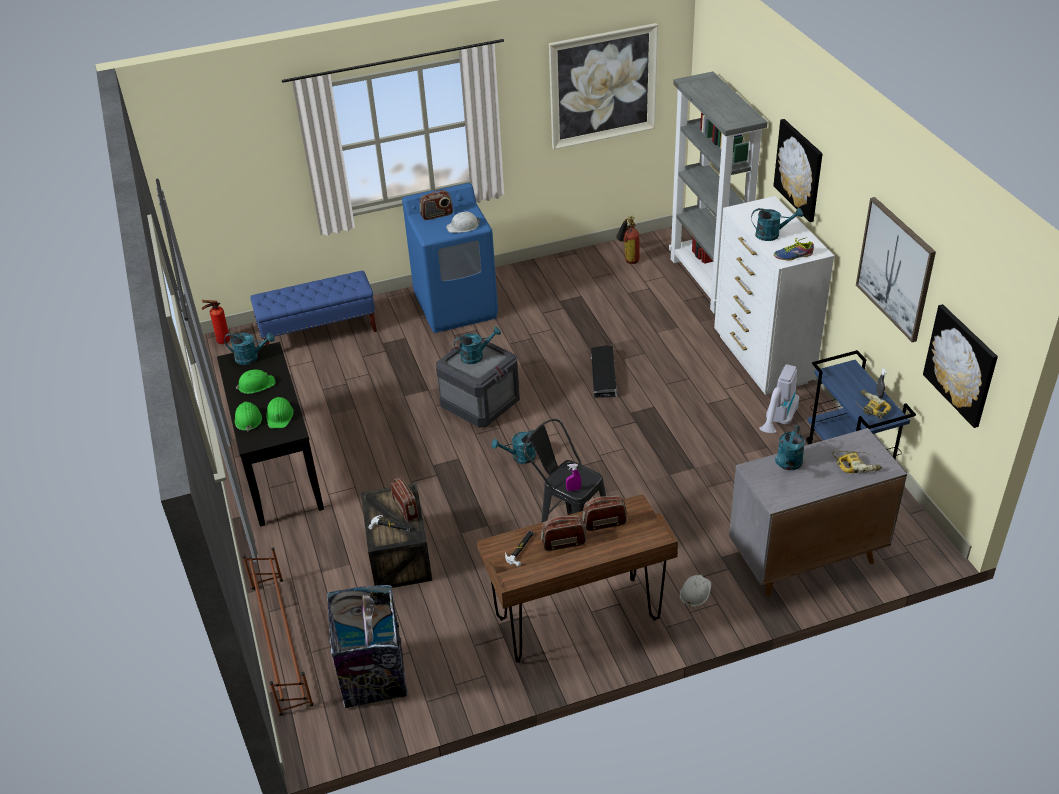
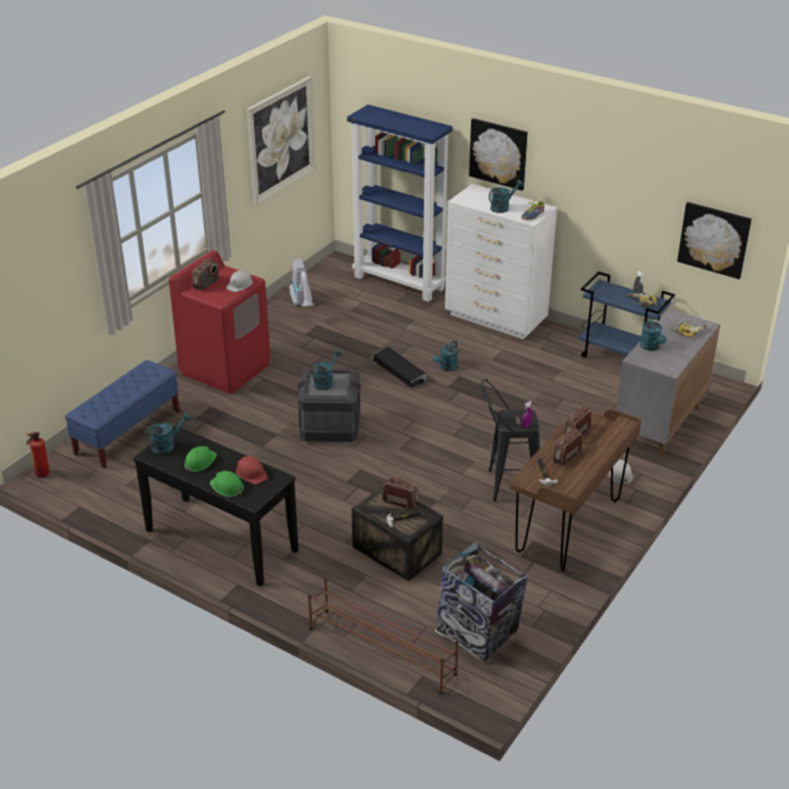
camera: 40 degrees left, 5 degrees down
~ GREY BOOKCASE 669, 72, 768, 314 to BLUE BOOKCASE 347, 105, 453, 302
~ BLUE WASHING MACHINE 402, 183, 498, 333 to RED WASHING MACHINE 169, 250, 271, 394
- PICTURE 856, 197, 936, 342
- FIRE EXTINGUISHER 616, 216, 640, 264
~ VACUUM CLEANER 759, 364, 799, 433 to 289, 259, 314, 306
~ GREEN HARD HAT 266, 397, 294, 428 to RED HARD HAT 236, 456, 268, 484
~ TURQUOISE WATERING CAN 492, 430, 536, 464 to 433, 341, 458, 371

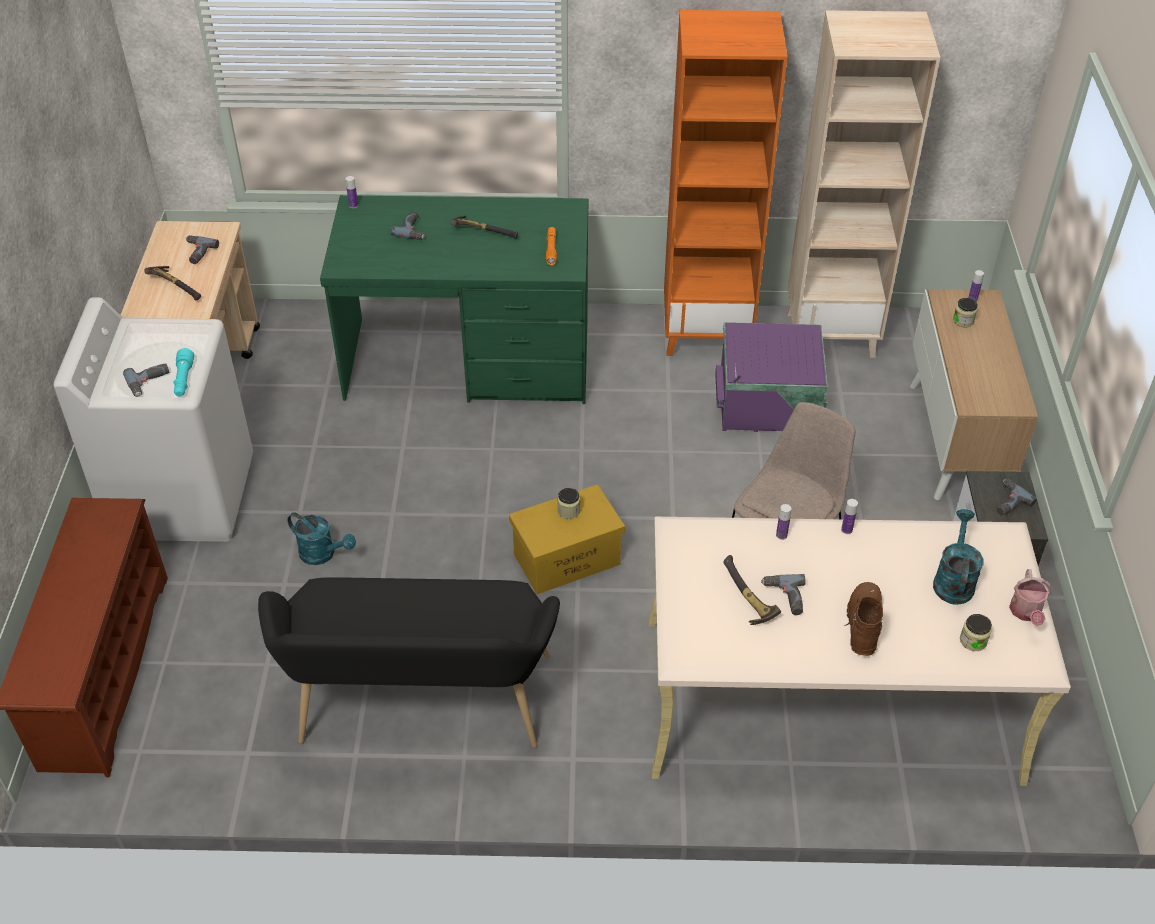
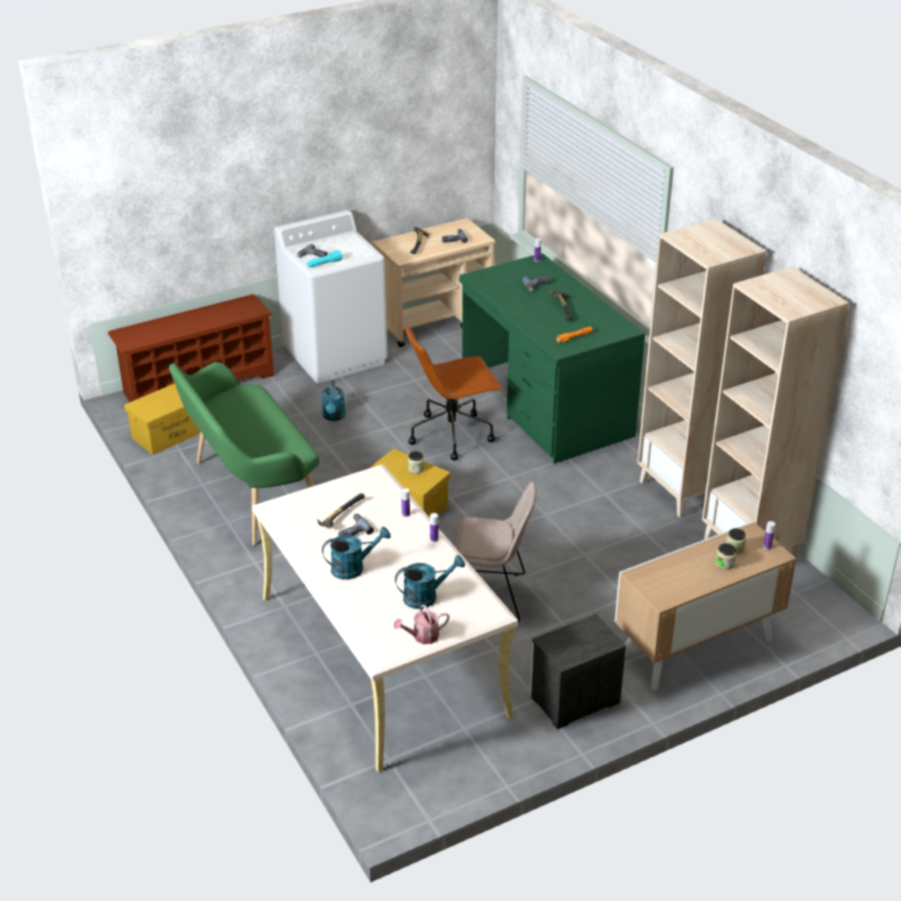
camera: 60 degrees right, 10 degrees down
~ ORANGE BOOKCASE 664, 10, 788, 356 to BEIGE BOOKCASE 637, 219, 767, 518
- PURPLE STORAGE BOX 715, 322, 828, 432
- POWER DRILL 997, 479, 1037, 516
~ BLACK BENCH 258, 577, 560, 748 to GREEN BENCH 169, 362, 319, 545
~ BROWN BOOT 844, 582, 883, 656 to TURQUOISE WATERING CAN 322, 527, 391, 580
~ JAR 960, 614, 992, 651 to 716, 543, 736, 570
+ BROWN OFFICE CHAIR 405, 326, 503, 461
+ YELLOW STORAGE BOX 124, 383, 201, 455

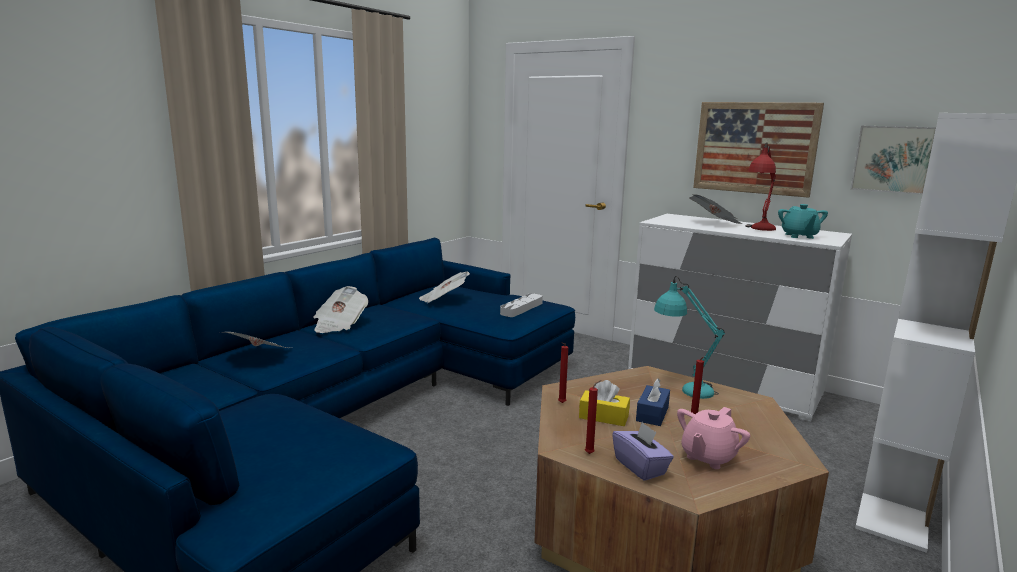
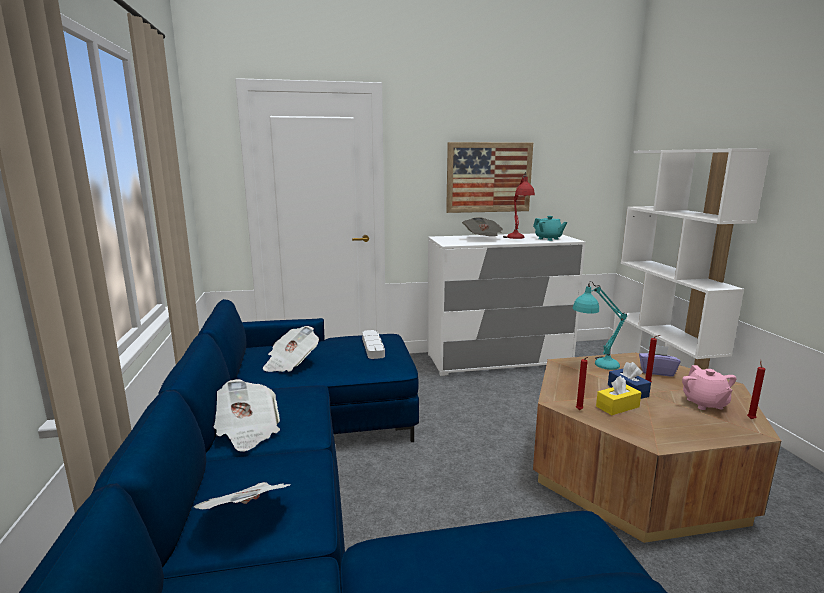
camera: 45 degrees left, 0 degrees up
- PICTURE 850, 126, 936, 195
~ RED CANDLE 585, 380, 601, 454 to 747, 360, 765, 419
~ PURPLE TISSUE BOX 612, 422, 674, 481 to 639, 346, 680, 376

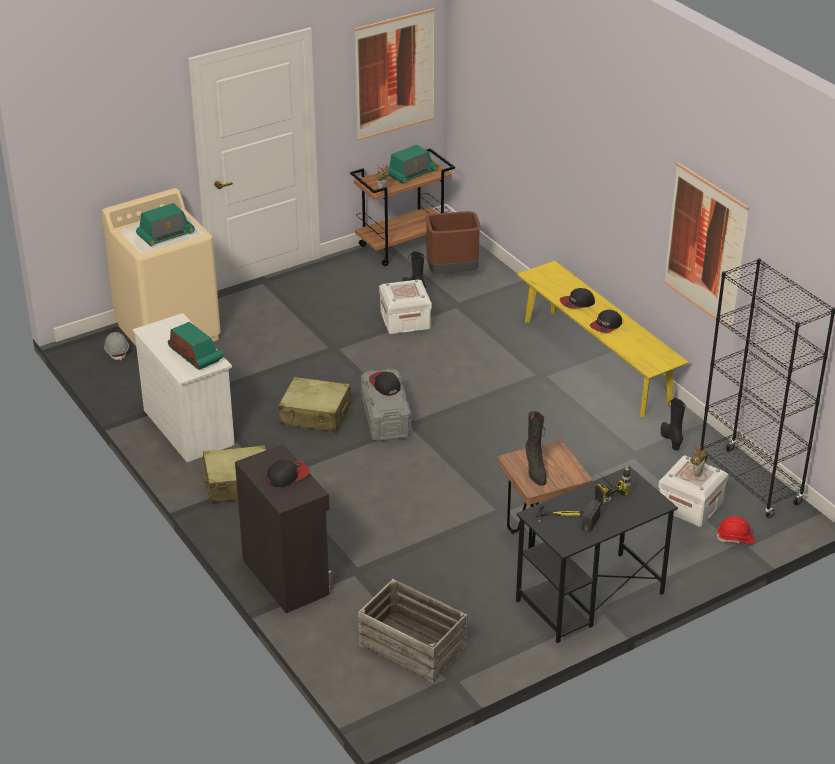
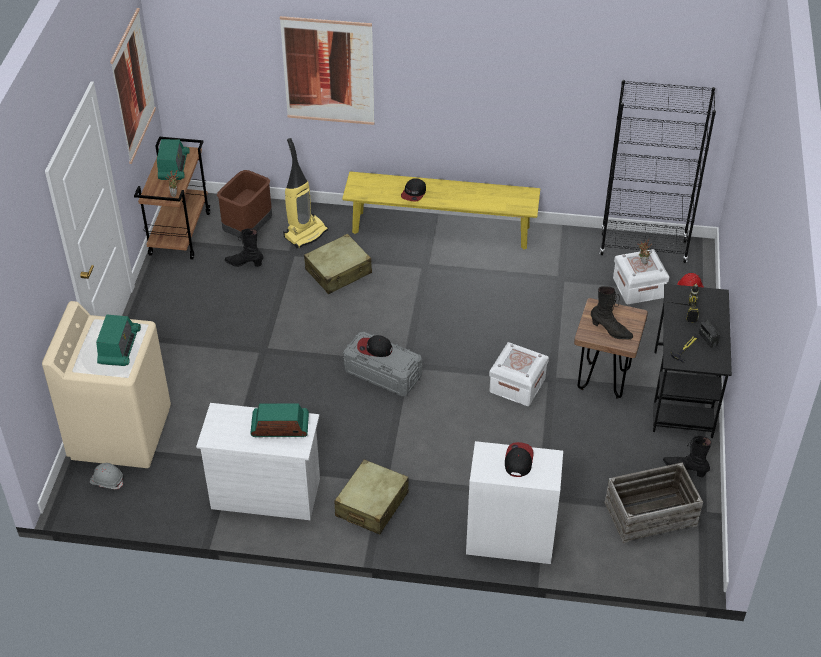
camera: 50 degrees left, 10 degrees up
~ PICTURE 664, 162, 749, 331 to 280, 16, 374, 125
~ WHITE STORAGE BOX 379, 280, 432, 334 to 489, 342, 549, 406
- CAP 590, 310, 622, 333
~ BEIGE SUITCASE 278, 377, 352, 432 to 304, 234, 372, 294
~ BLACK BOOT 661, 398, 685, 450 to 663, 436, 712, 477
~ BLACK CABINET 235, 444, 333, 613 to WHITE CABINET 466, 441, 563, 564
+ VACUUM CLEANER 283, 138, 328, 248

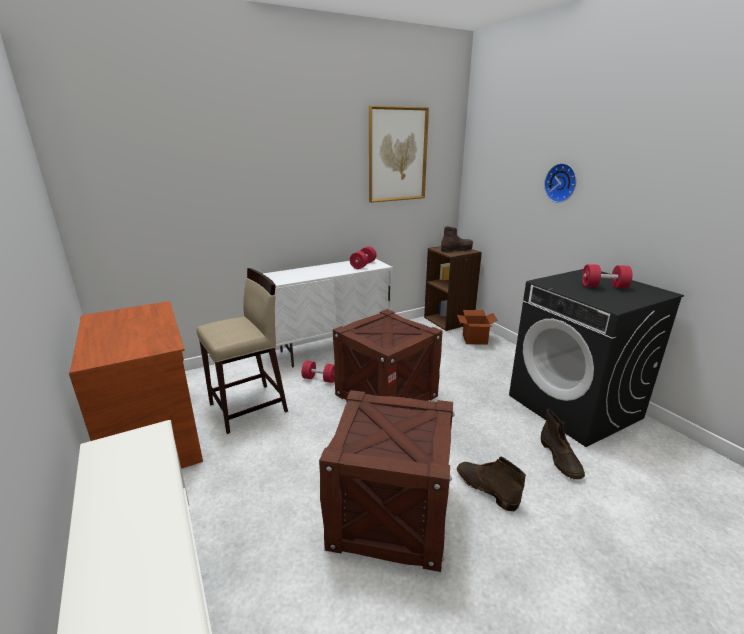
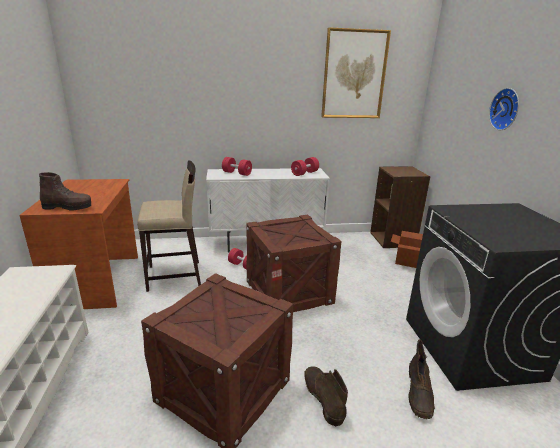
camera: 20 degrees right, 0 degrees up
~ BROWN BOOT 441, 226, 473, 253 to 39, 172, 91, 211
~ RED DUMBBELL 582, 264, 632, 288 to 222, 157, 252, 176

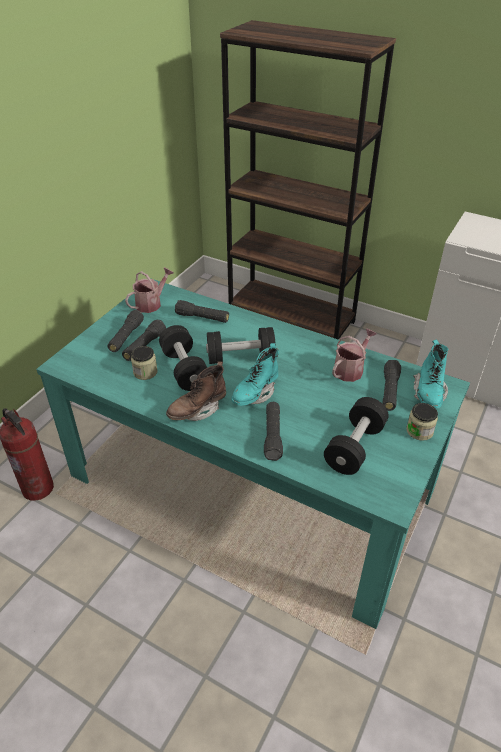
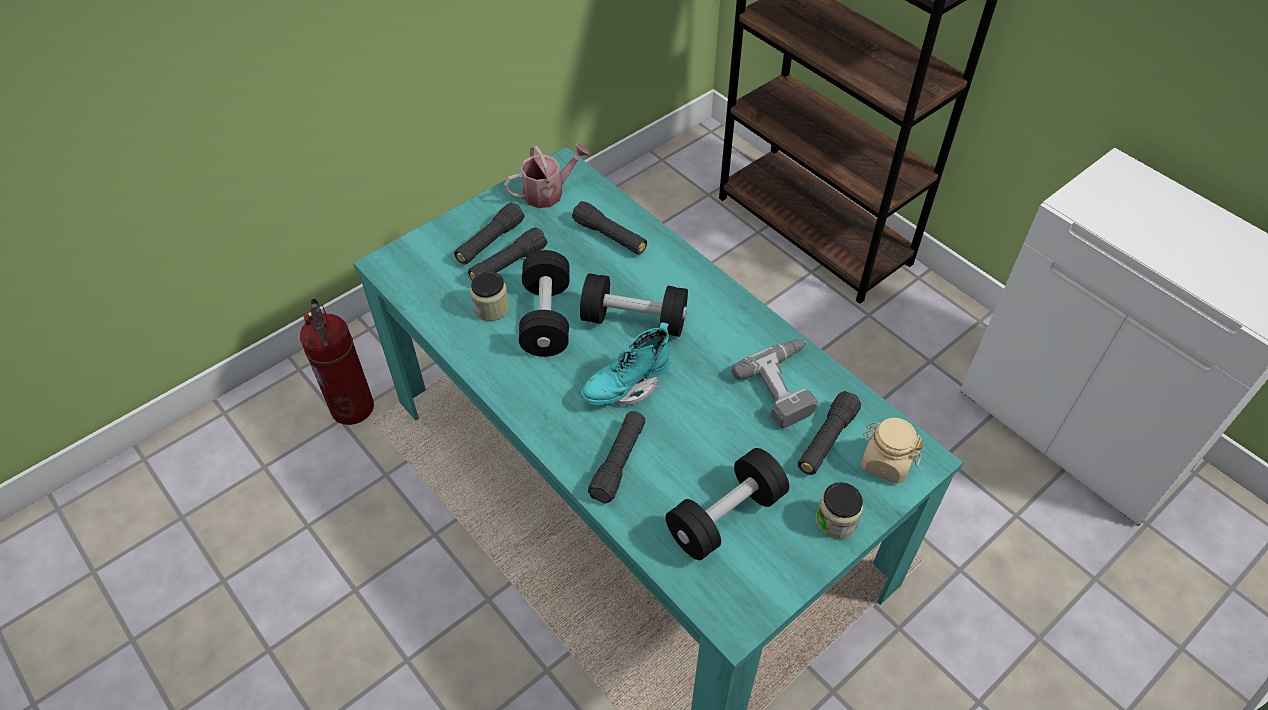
camera: 20 degrees right, 10 degrees up
~ WATERING CAN 332, 328, 377, 382 to POWER DRILL 732, 339, 818, 428
~ TURQUOISE BOOT 413, 340, 448, 408 to BEIGE JAR 861, 418, 924, 484
- BROWN BOOT 166, 361, 226, 421

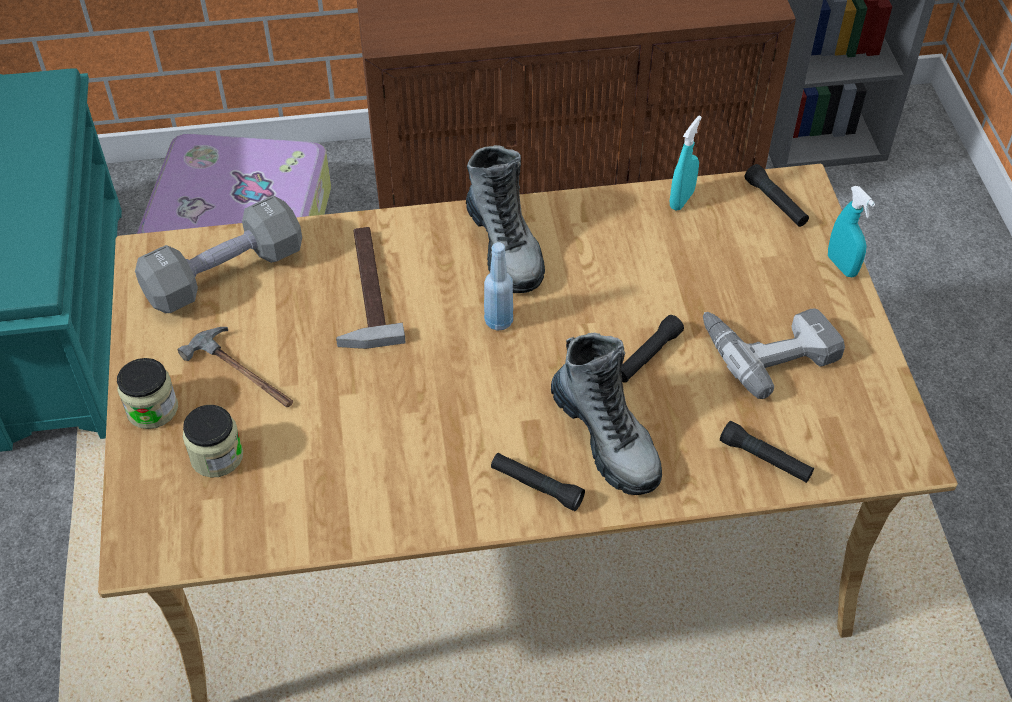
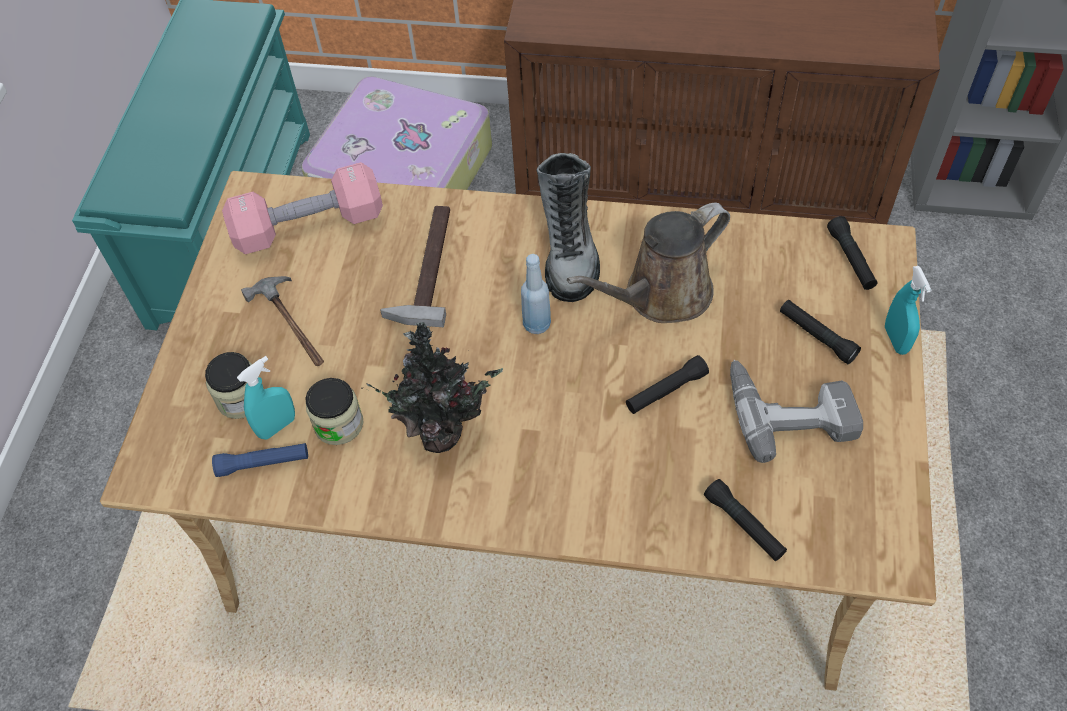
camera: 20 degrees right, 5 degrees up
~ TURQUOISE SPRAY BOTTLE 670, 116, 702, 211 to 237, 356, 295, 440
~ GREY DUMBBELL 135, 196, 302, 313 to PINK DUMBBELL 222, 162, 383, 254
- BOOT 551, 333, 662, 495
~ JAR 117, 358, 178, 429 to 305, 378, 364, 445
~ BLACK FLASHLIGHT 491, 453, 585, 511 to 780, 300, 861, 364
+ BROWN WATERING CAN 567, 203, 730, 323
+ POTTED PLANT 361, 322, 503, 453
+ BLUE FLASHLIGHT 212, 443, 308, 477

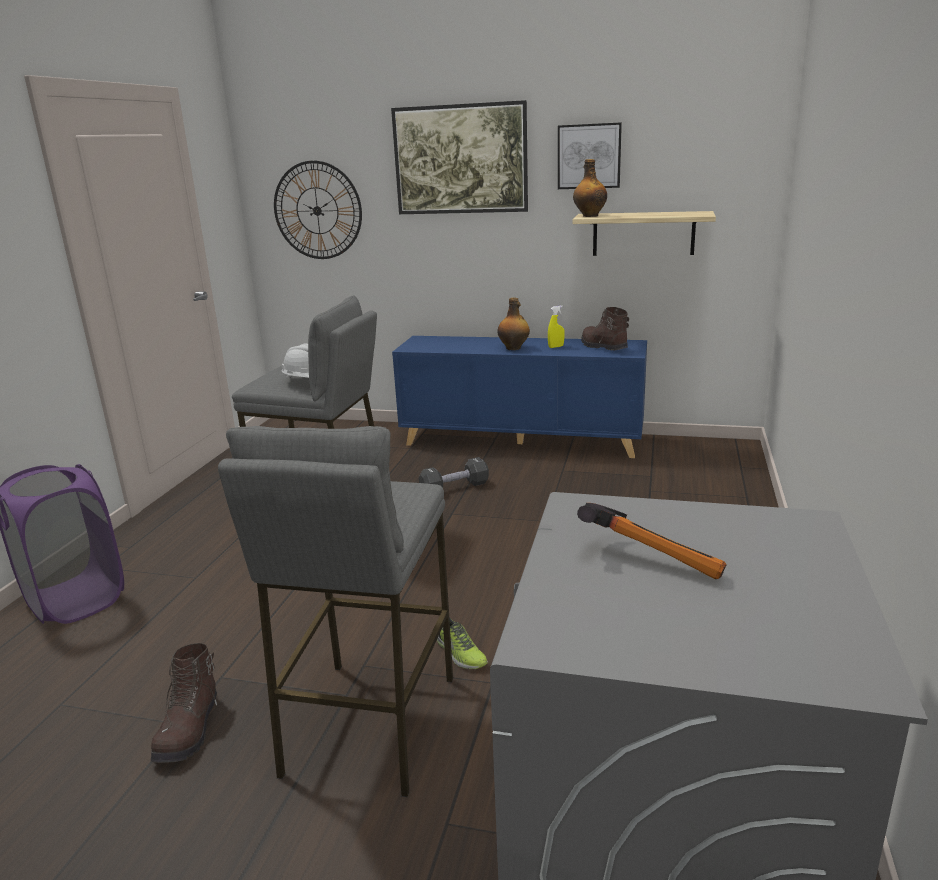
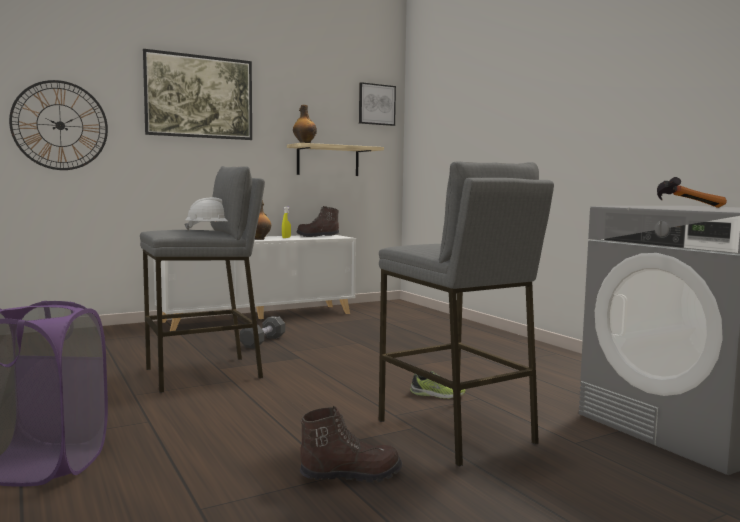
camera: 45 degrees left, 15 degrees down
~ PICTURE 558, 122, 622, 189 to 359, 82, 396, 126
~ BLUE CABINET 392, 336, 647, 458 to WHITE CABINET 154, 235, 356, 331
~ BROWN BOOT 151, 643, 217, 763 = 300, 406, 402, 483 60 degrees counterclockwise

